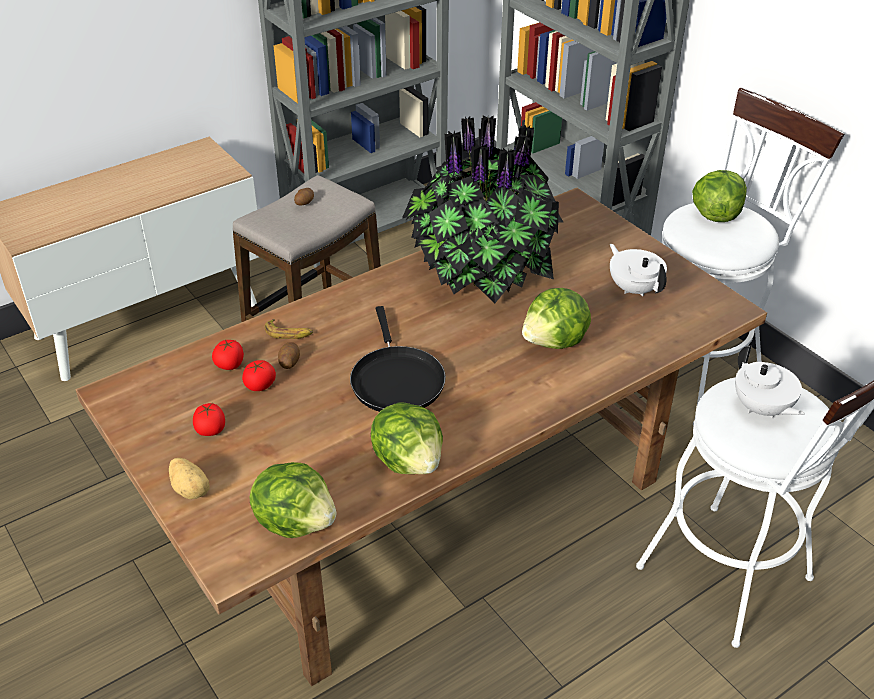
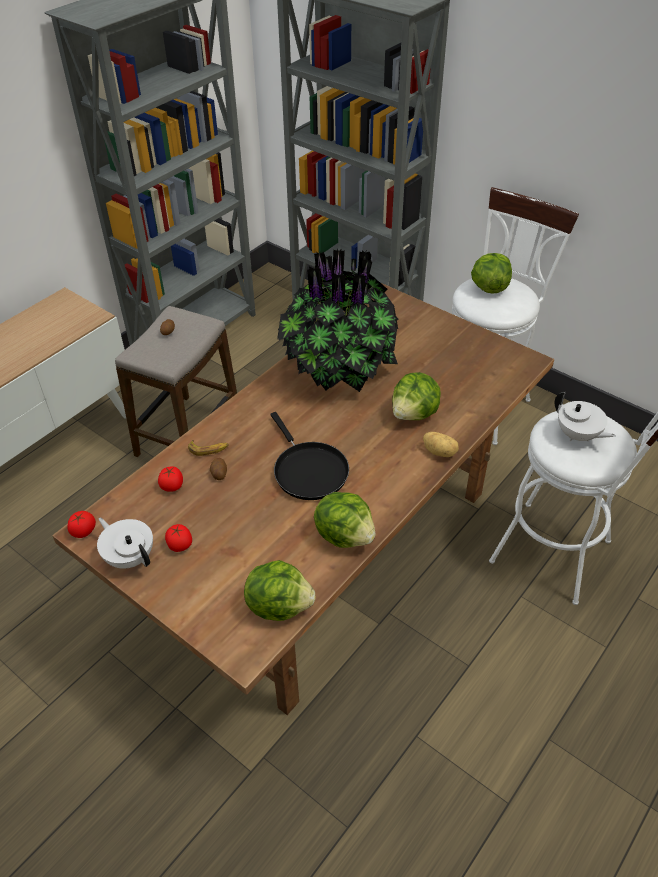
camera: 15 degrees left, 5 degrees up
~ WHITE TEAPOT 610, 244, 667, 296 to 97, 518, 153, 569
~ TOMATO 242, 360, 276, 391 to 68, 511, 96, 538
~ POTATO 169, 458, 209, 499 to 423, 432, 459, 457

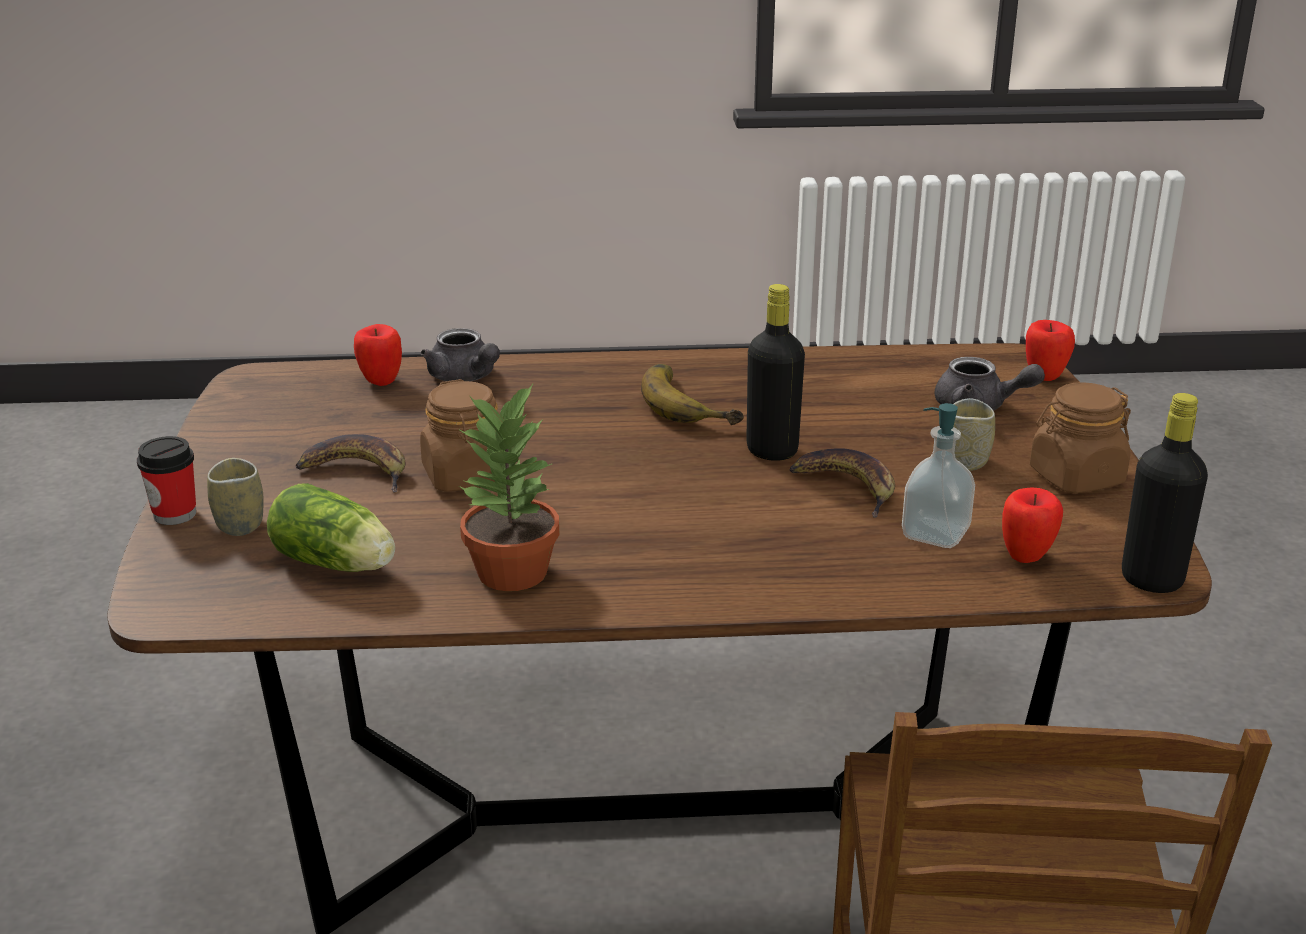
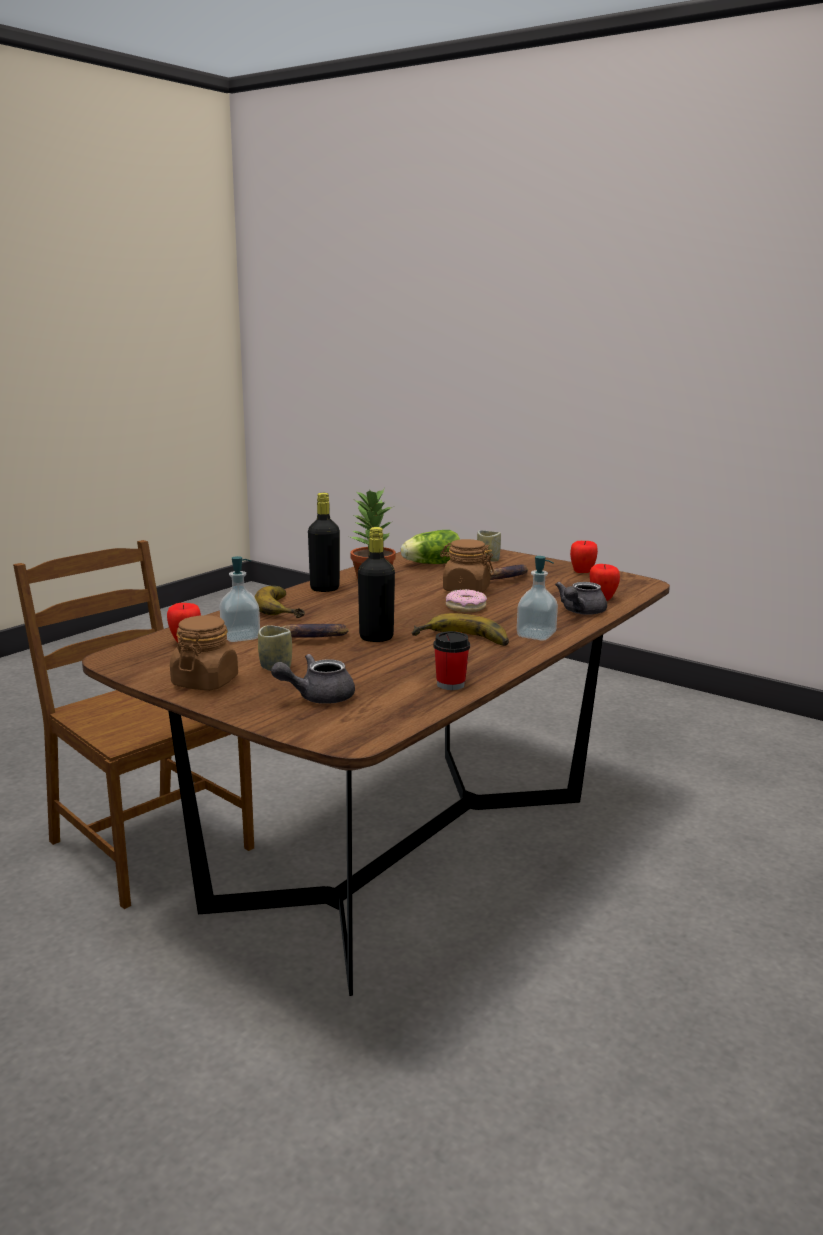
camera: 130 degrees right, 10 degrees down
~ APPLE 1026, 320, 1075, 381 to 570, 541, 598, 573
~ GREY TEAPOT 420, 328, 500, 381 = 555, 582, 607, 615 60 degrees counterclockwise
~ BLACK BOTTLE 1122, 393, 1208, 593 to 308, 493, 340, 592
~ CUP 137, 436, 196, 525 to 433, 631, 470, 690
+ SOAP DISPENSER 517, 556, 558, 641
+ BANANA 255, 586, 305, 618
+ DONUT 446, 589, 487, 612

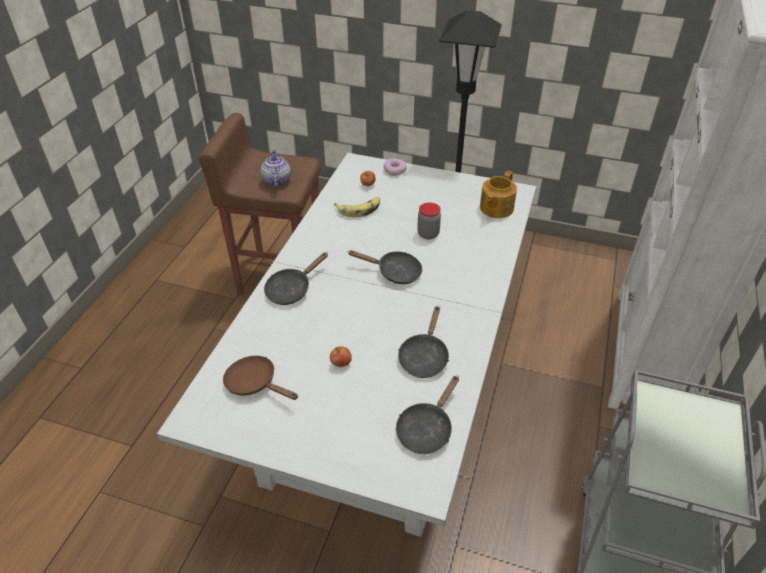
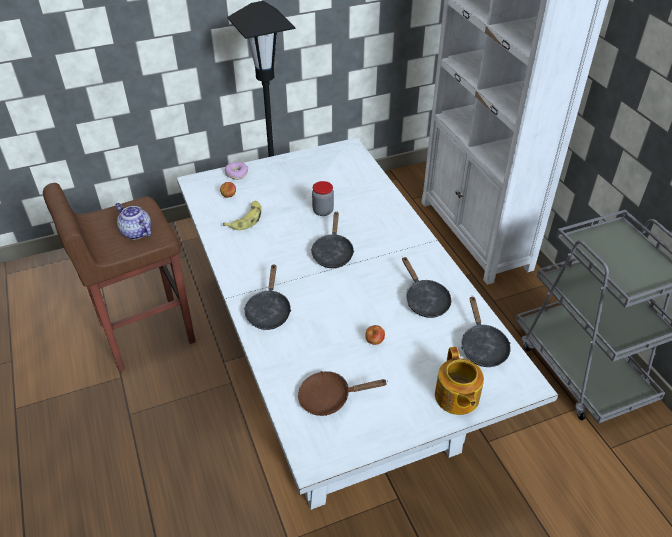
camera: 40 degrees left, 0 degrees up
~ TEAPOT 480, 171, 517, 218 to 435, 347, 484, 415
~ BLACK FRYING PAN 349, 250, 422, 284 = 311, 211, 354, 268 120 degrees clockwise

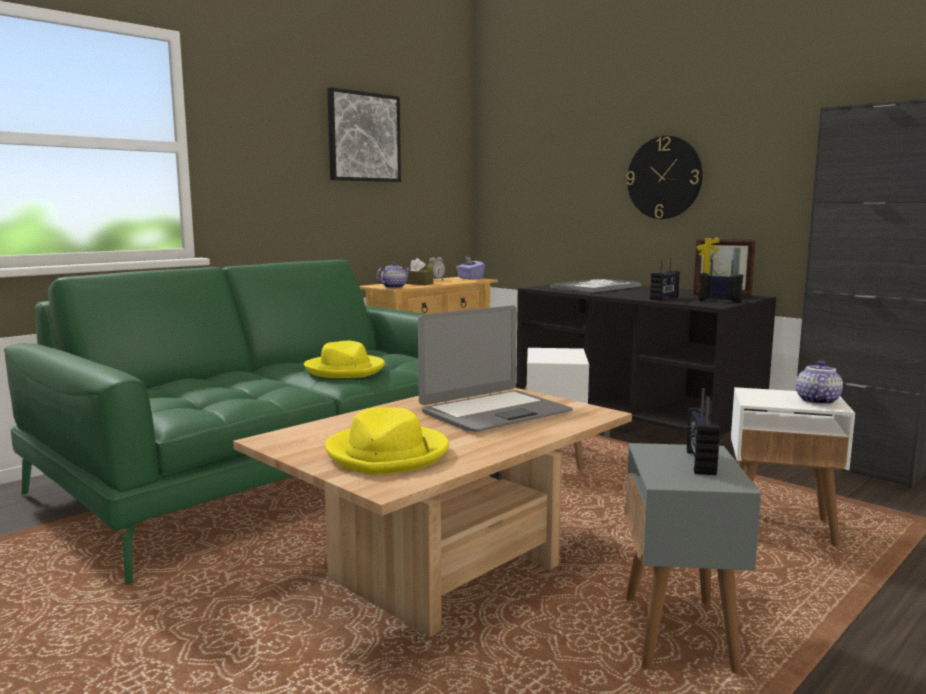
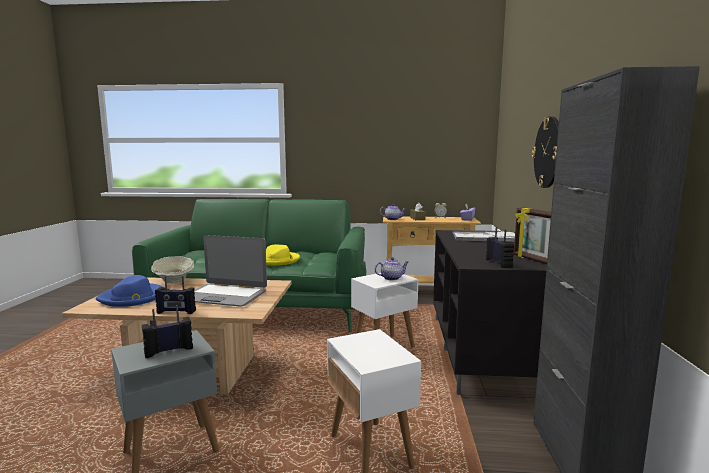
camera: 50 degrees right, 0 degrees up
- PICTURE 327, 87, 401, 182
~ RADIO 650, 257, 680, 301 to 155, 276, 196, 314
~ TEAPOT 796, 361, 843, 405 to 375, 257, 409, 280
~ YELLOW HAT 325, 408, 449, 475 to BLUE HAT 96, 275, 162, 307
+ BEIGE BOWL 151, 256, 194, 283

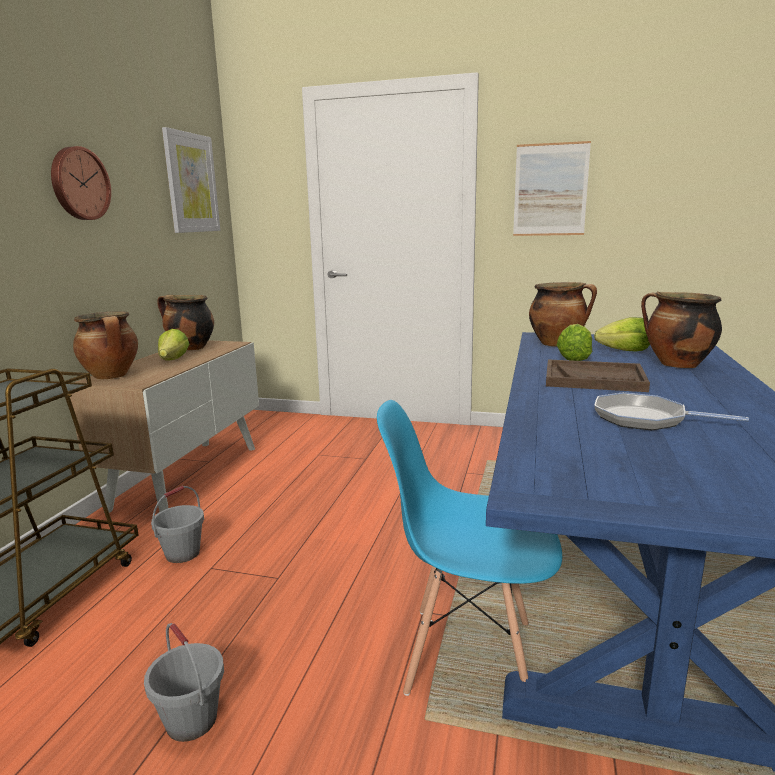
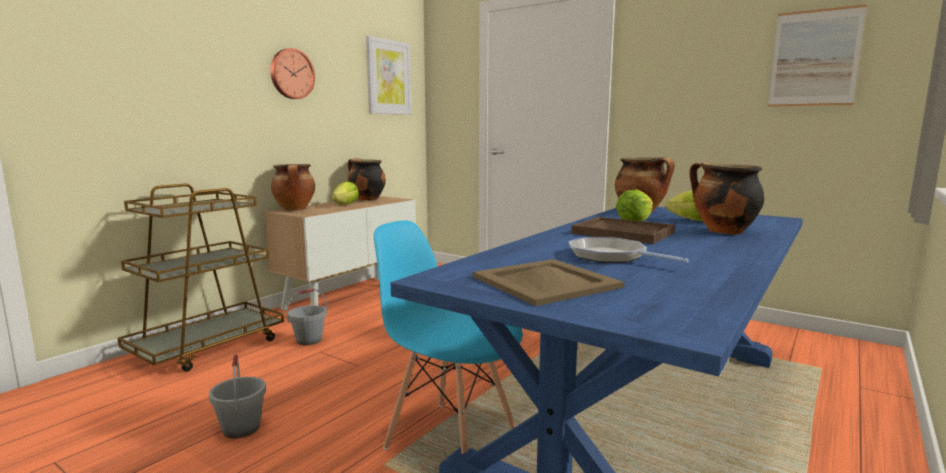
camera: 20 degrees right, 5 degrees down
~ PICTURE 513, 141, 591, 236 to 768, 4, 867, 107
+ BEIGE TRAY 473, 259, 624, 306

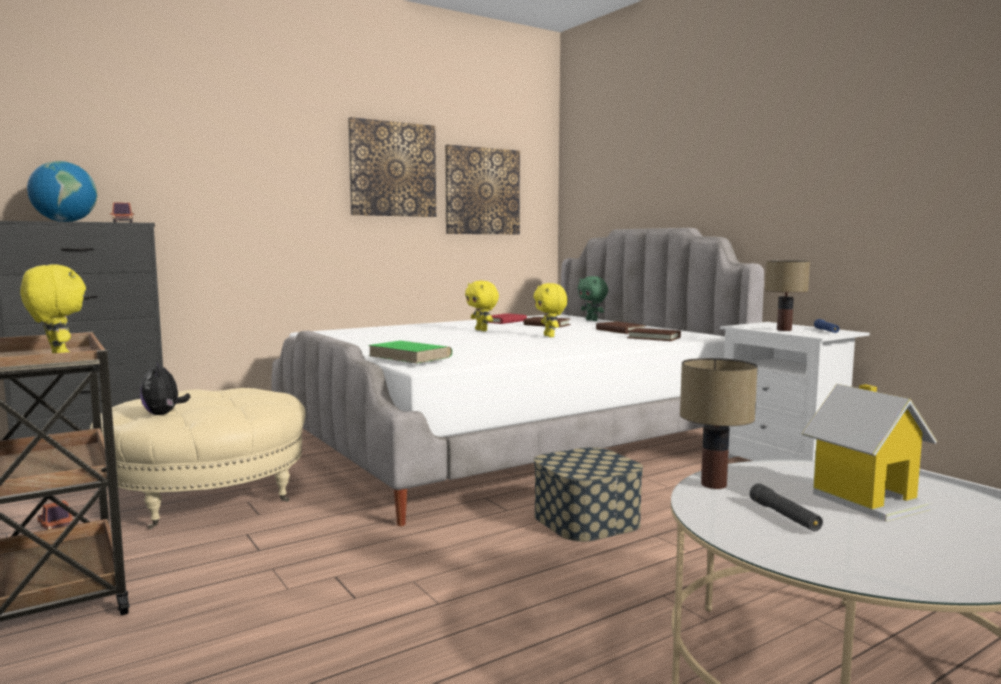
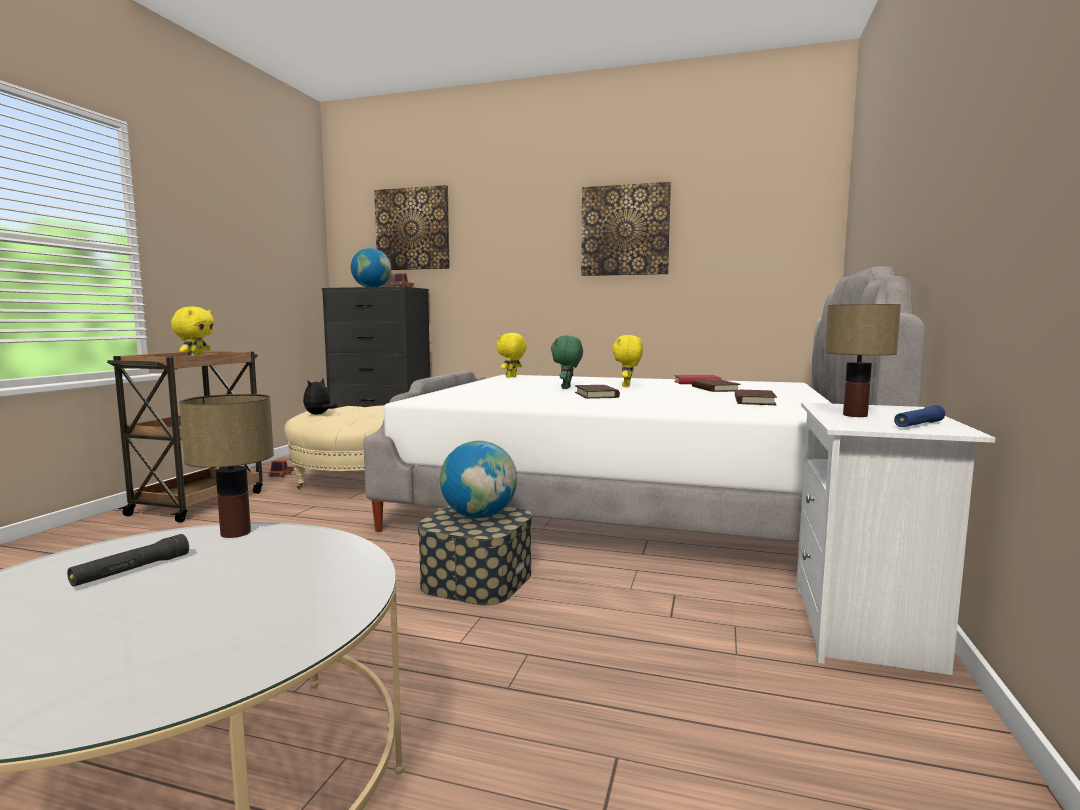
camera: 50 degrees right, 0 degrees up
~ PICTURE 445, 145, 520, 234 to 374, 185, 450, 270
~ GREEN PLUSH TOY 578, 276, 608, 321 to 551, 335, 583, 389
~ YELLOW PLUSH TOY 533, 283, 568, 337 to 497, 333, 527, 378
~ BROWN BOOK 627, 328, 681, 341 to 575, 385, 620, 399
- GREEN BOOK 368, 341, 452, 364
- TOY HOUSE 802, 384, 937, 521
+ GLOBE 440, 440, 517, 518

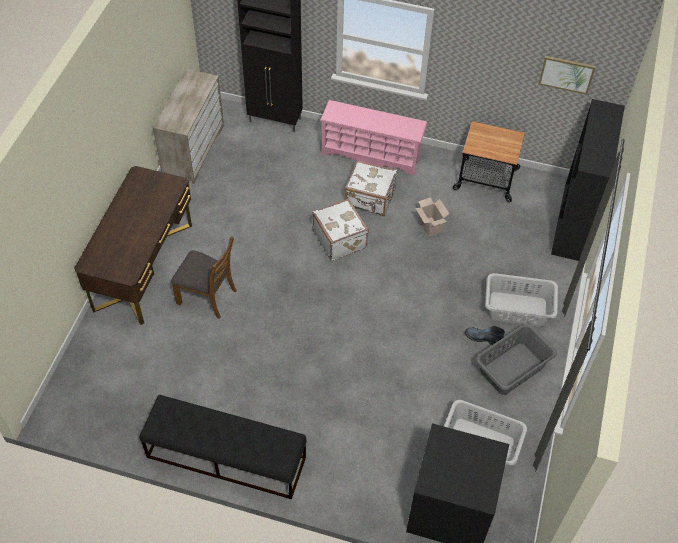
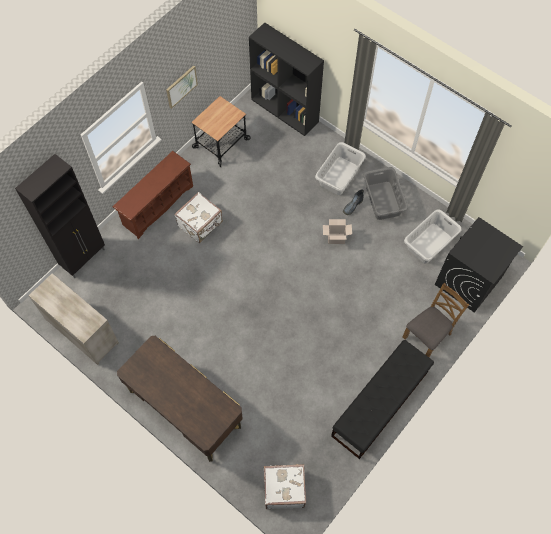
camera: 65 degrees left, 10 degrees up
~ PICTURE 538, 56, 596, 95 to 166, 65, 198, 109
~ PINK SHOE RACK 320, 100, 428, 175 to BROWN SHOE RACK 113, 151, 193, 239
~ CARDBOARD BOX 415, 197, 449, 237 to 323, 219, 352, 244
~ WHITE SUITCASE 313, 199, 369, 261 to 264, 464, 306, 509
~ BROWN CHAIR 171, 236, 237, 319 to 403, 283, 469, 357

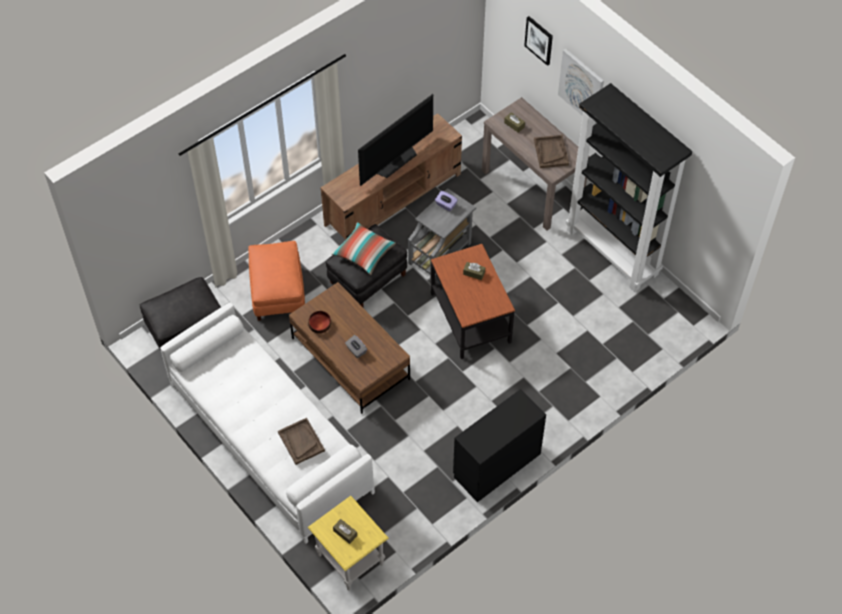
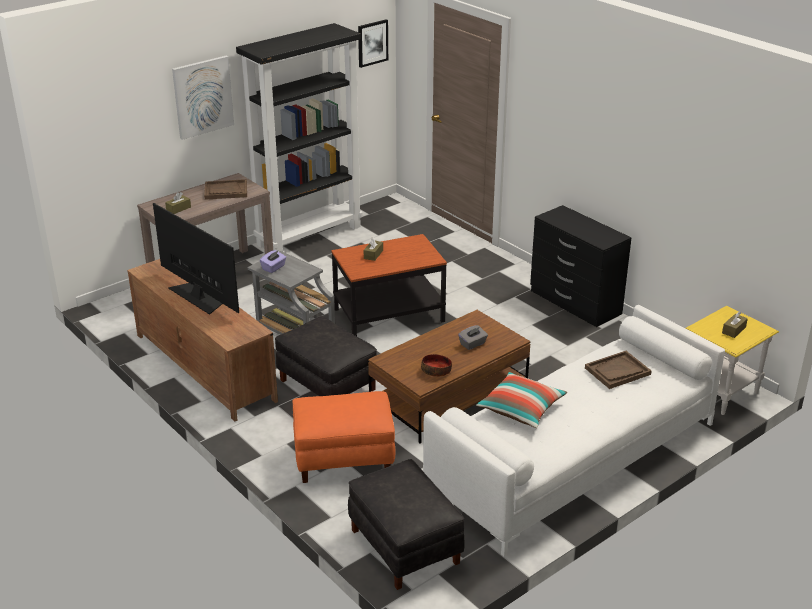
camera: 90 degrees left, 25 degrees down
~ PICTURE 524, 16, 553, 66 to 358, 19, 388, 68
~ PILLOW 331, 222, 396, 275 to 476, 372, 567, 428

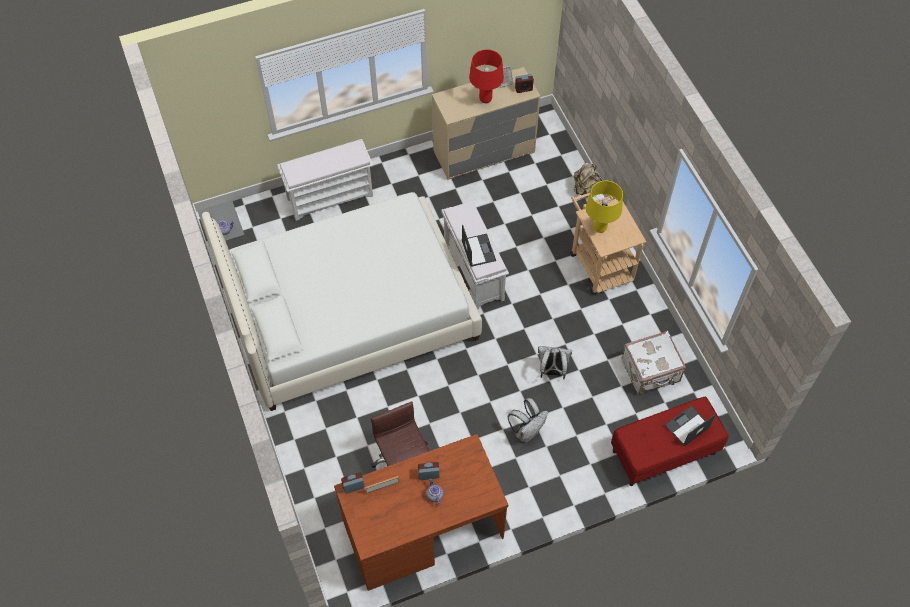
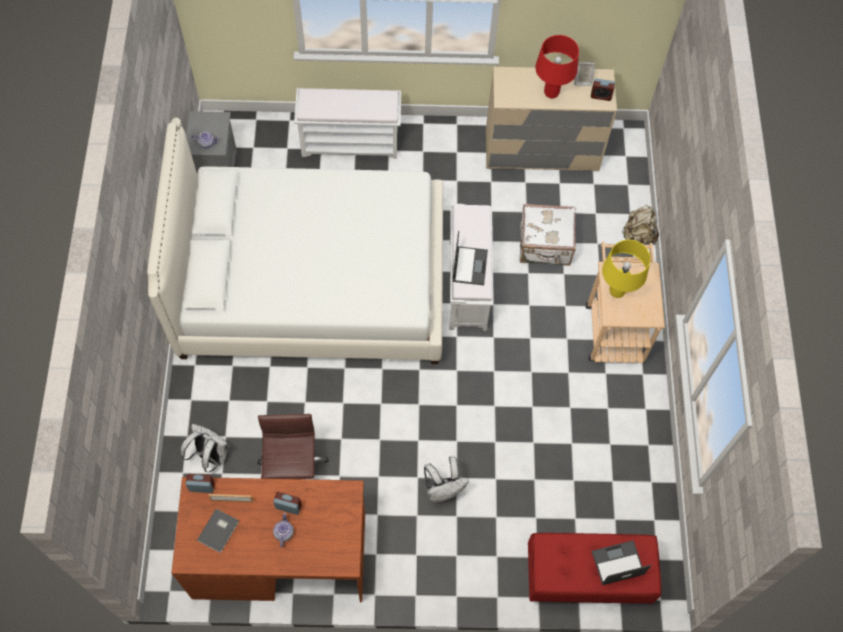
camera: 20 degrees right, 5 degrees up
~ WHITE SUITCASE 621, 331, 686, 395 to 520, 204, 576, 266
~ WHITE BACKPACK 538, 346, 573, 379 to 181, 424, 230, 472
+ GREY BOOK 197, 509, 239, 553

